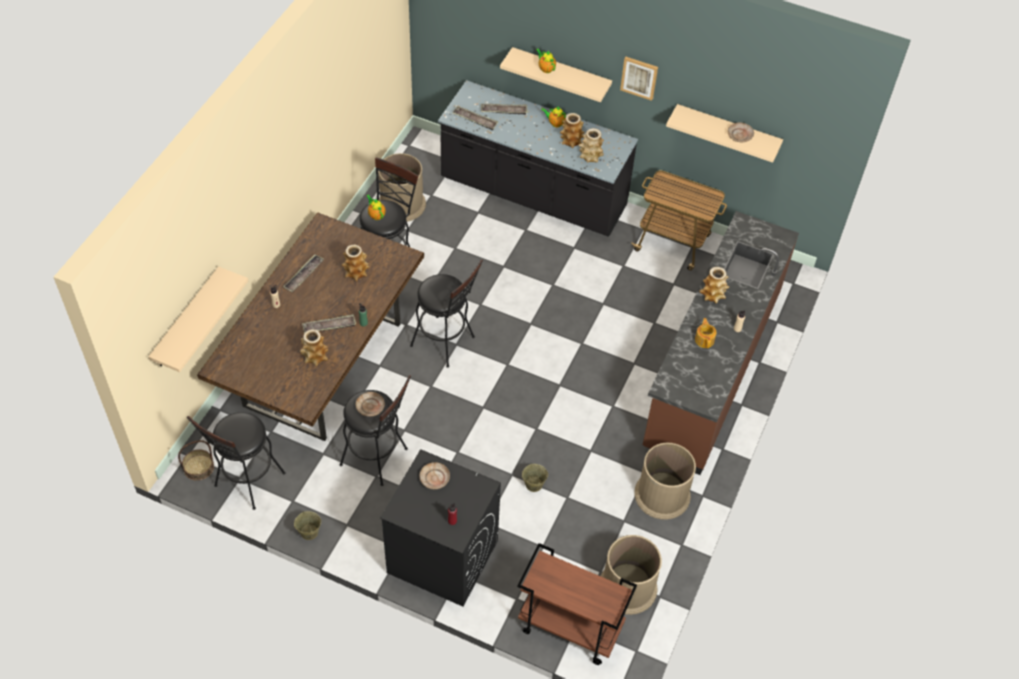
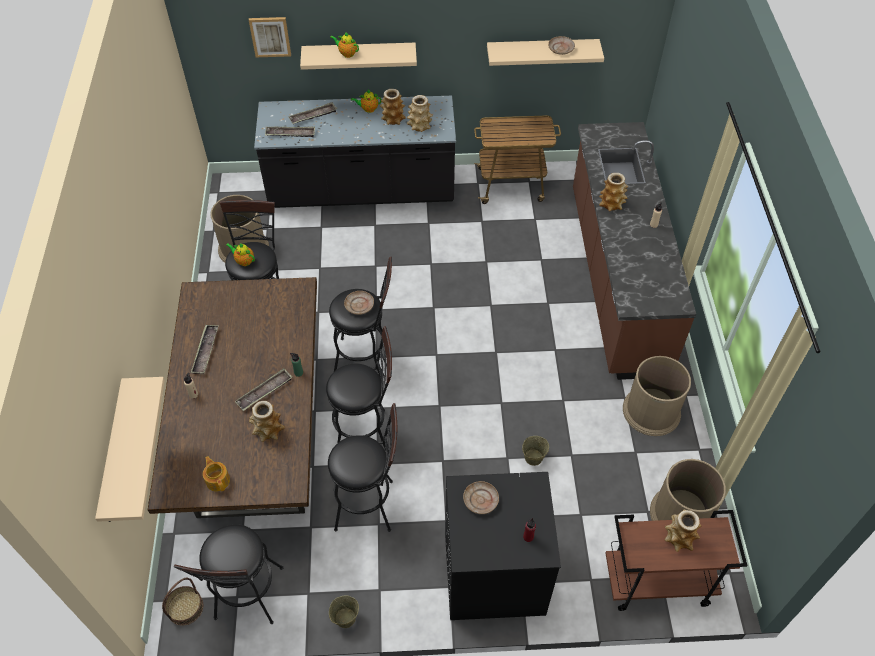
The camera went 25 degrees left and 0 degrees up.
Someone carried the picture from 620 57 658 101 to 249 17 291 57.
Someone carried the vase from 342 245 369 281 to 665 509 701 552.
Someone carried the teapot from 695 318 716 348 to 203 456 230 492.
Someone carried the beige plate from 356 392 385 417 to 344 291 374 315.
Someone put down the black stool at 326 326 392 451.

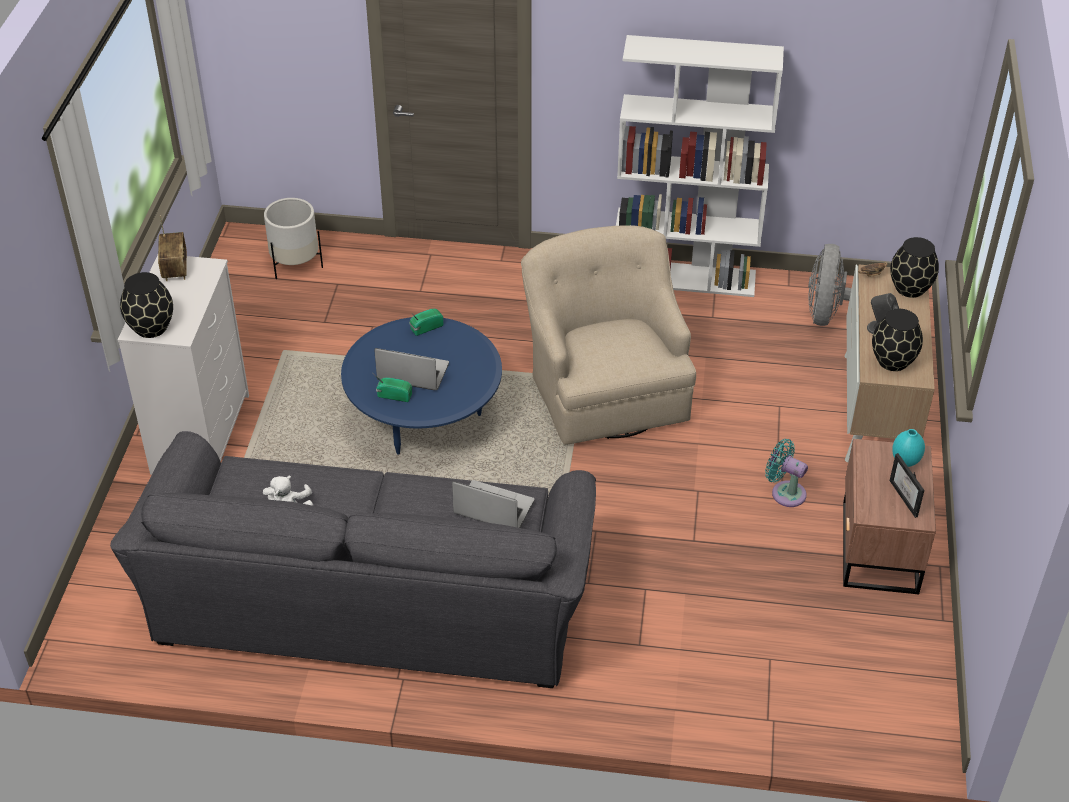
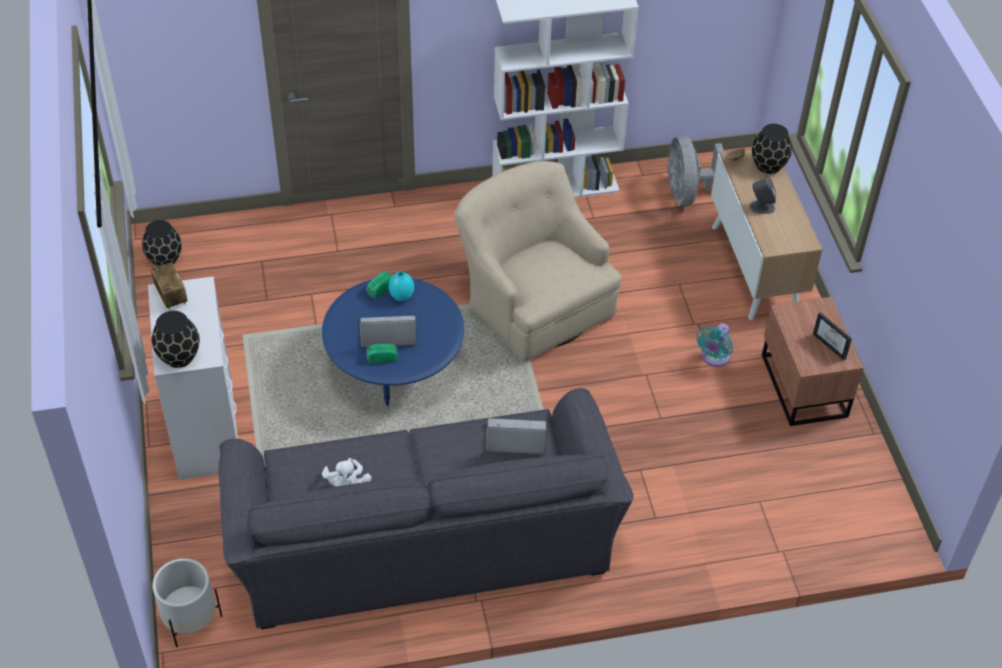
The camera went 20 degrees left and 5 degrees up.
Someone carried the white planter from 264 198 323 279 to 152 558 222 647.
Someone carried the black vase from 872 309 923 371 to 142 220 182 267.
Someone carried the turquoise vase from 892 429 925 467 to 389 271 414 301.
Someone rotated the turquoise fan at 765 439 808 507 by 75 degrees counterclockwise.

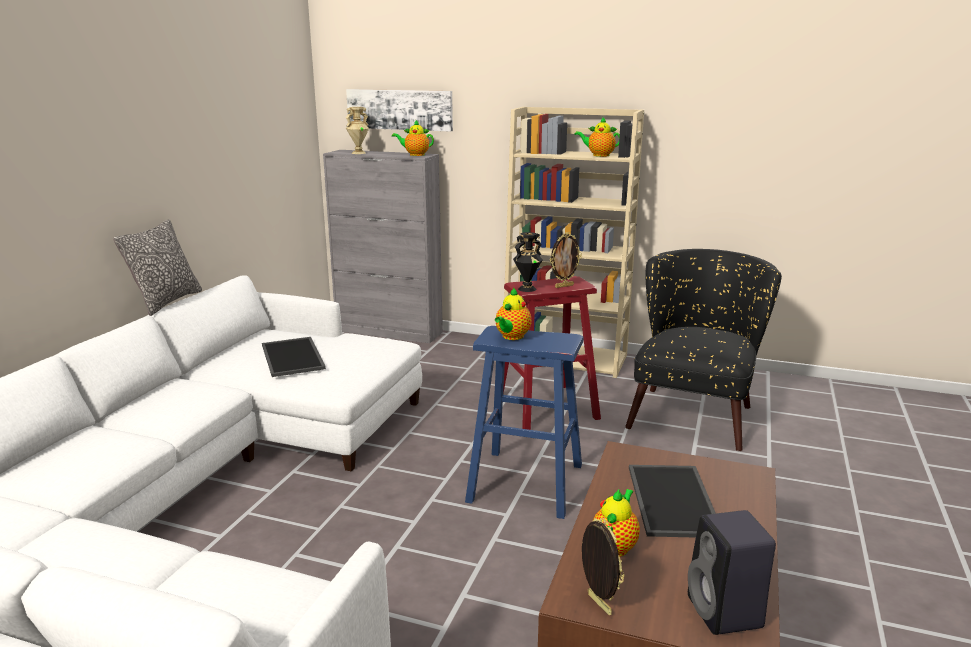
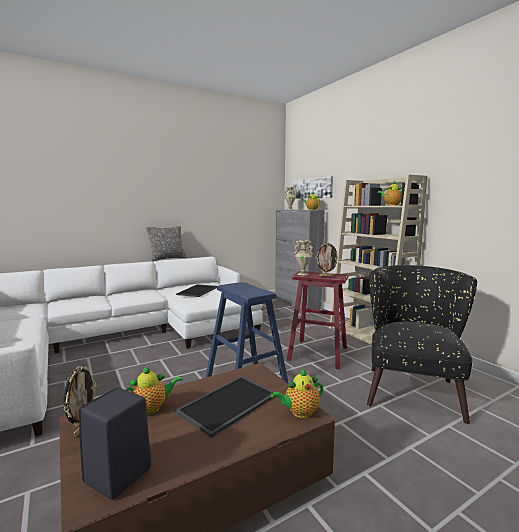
The camera went 40 degrees right and 10 degrees down.
Someone repainted the black vase at 513 232 543 292, which became the beige vase at 294 240 313 275.
Someone rotated the black armchair at 625 249 782 451 by 45 degrees counterclockwise.
Someone carried the teapot from 495 288 532 340 to 270 368 323 418.

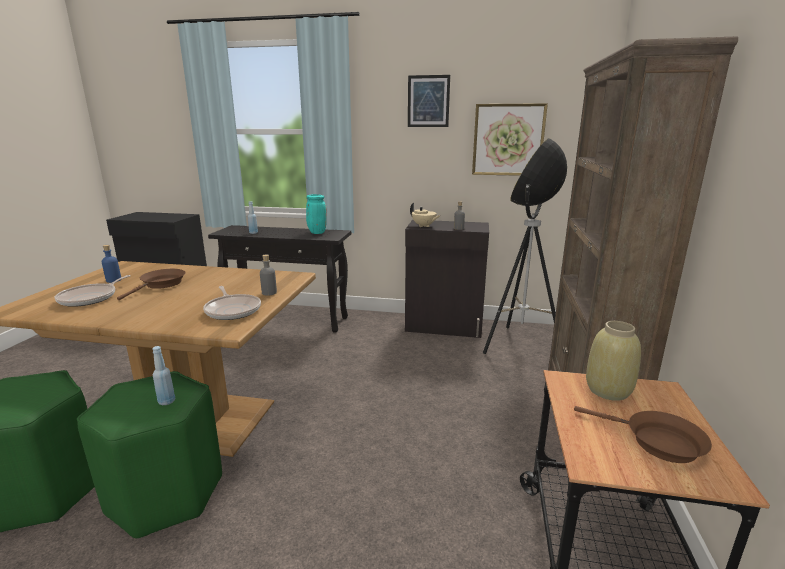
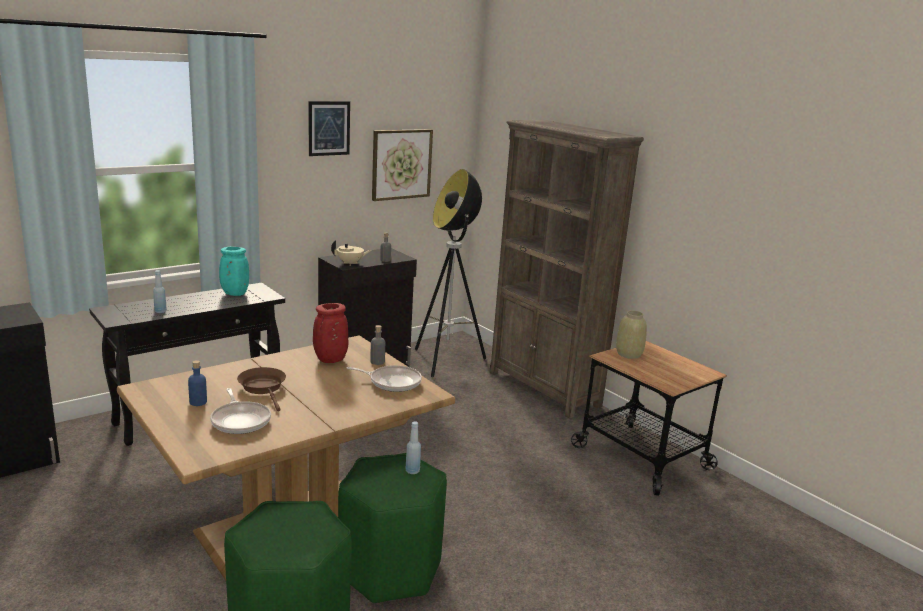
The camera went 50 degrees left and 0 degrees up.
Someone took away the brown frying pan at 574 406 712 463.
Someone put down the red vase at 313 303 348 363.

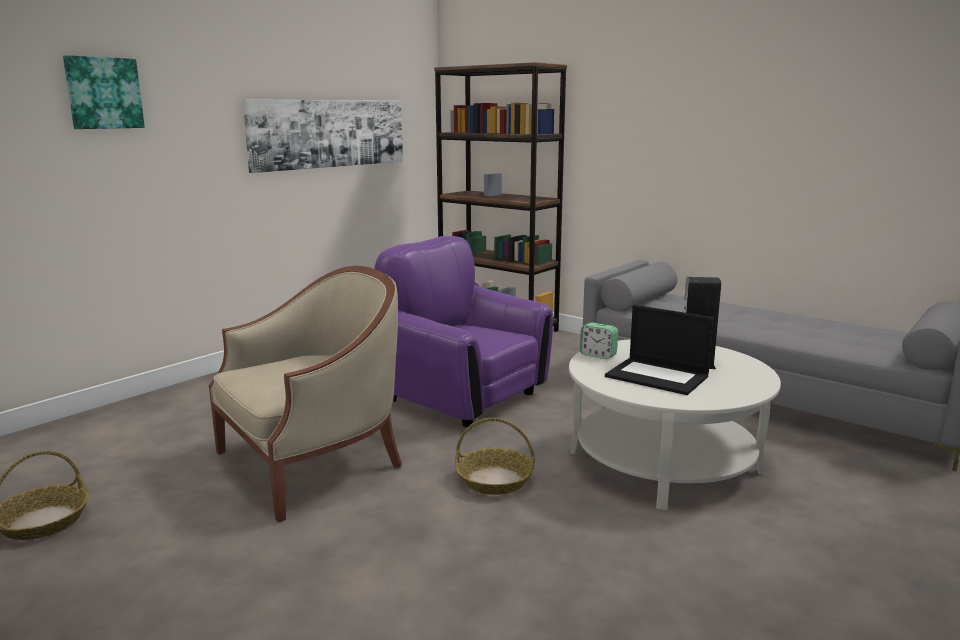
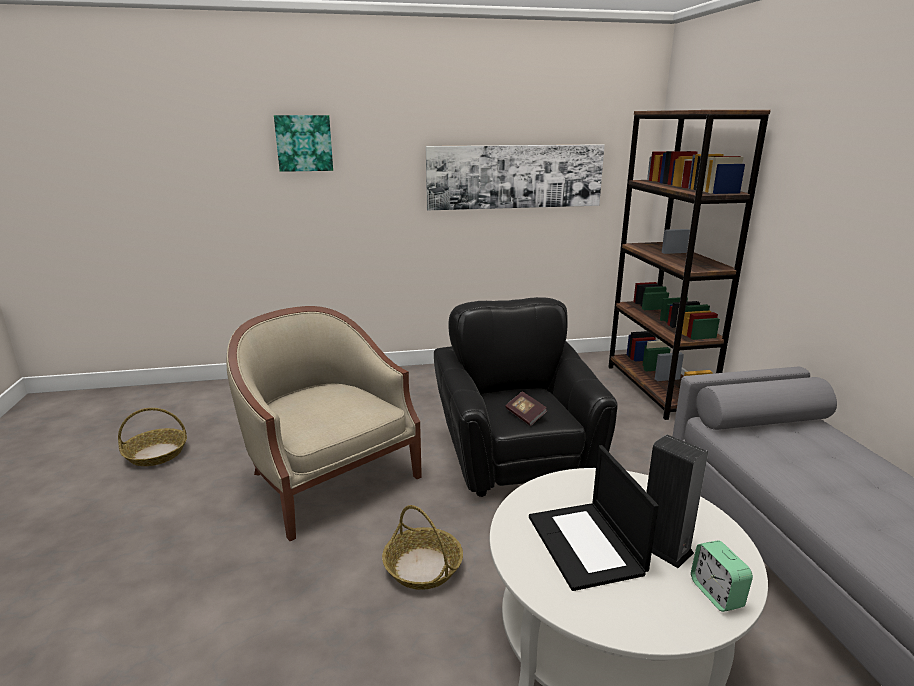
The camera went 40 degrees right and 5 degrees up.
Someone repainted the purple armchair at 374 236 553 427, which became the black armchair at 434 297 617 497.
Someone rotated the beige armchair at 209 266 402 522 by 135 degrees counterclockwise.
Someone carried the alarm clock from 580 322 618 359 to 691 540 753 612.
Someone put down the book at 505 391 547 426.

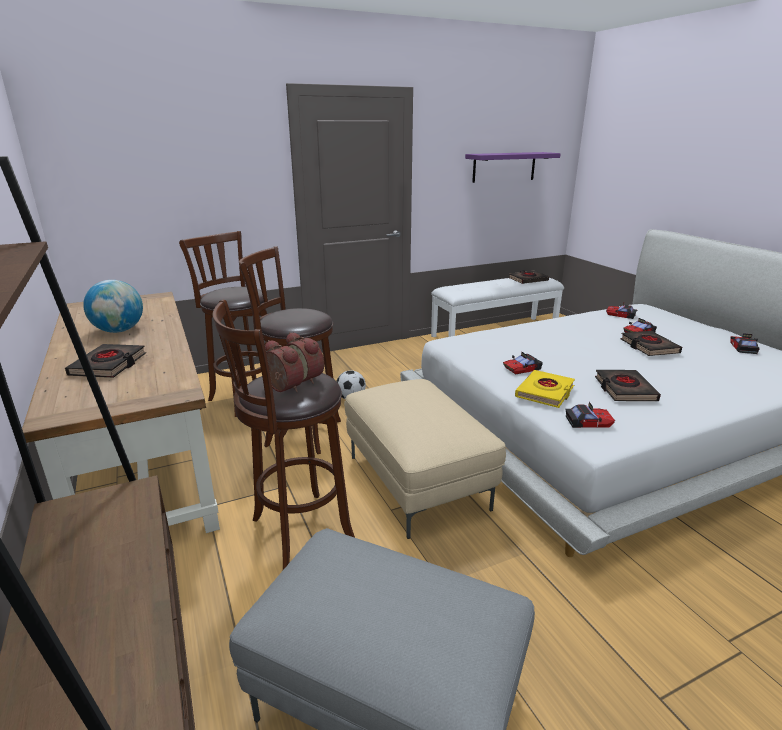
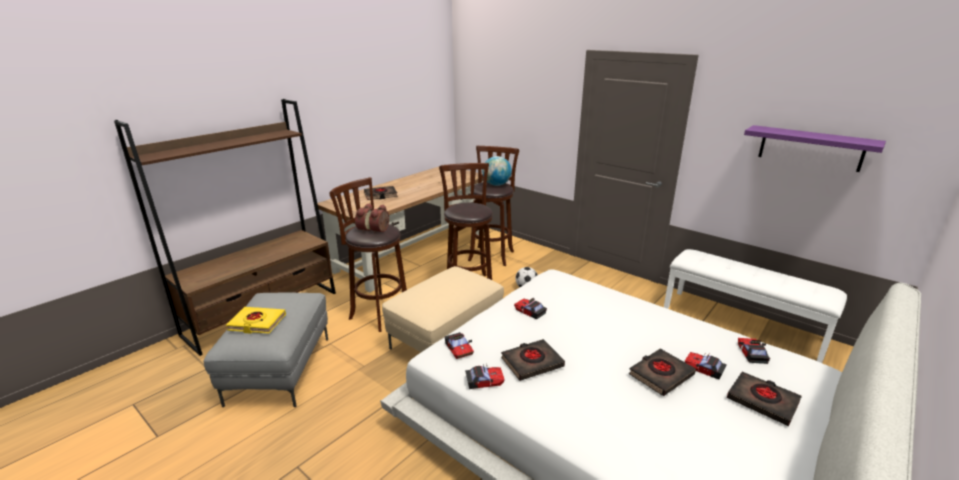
The camera went 65 degrees right and 0 degrees up.
Someone carried the black book from 508 270 549 284 to 727 372 802 426.
Someone carried the globe from 83 280 143 333 to 482 156 512 186.
Someone carried the toy car from 730 333 760 354 to 465 363 505 389.
Someone carried the yellow book from 515 370 575 408 to 226 307 286 334.

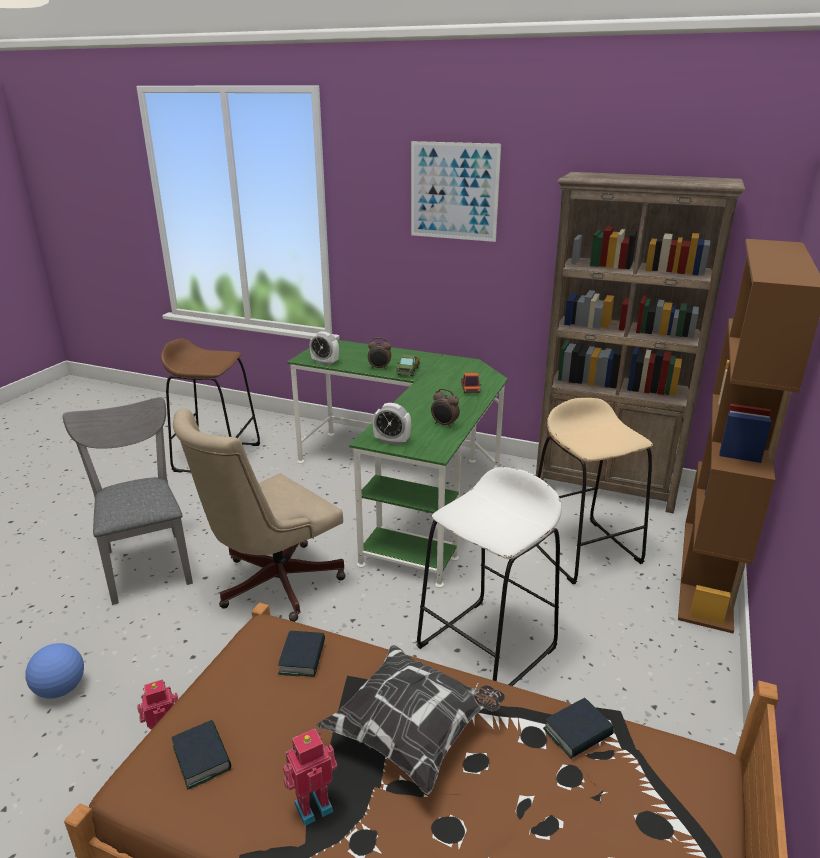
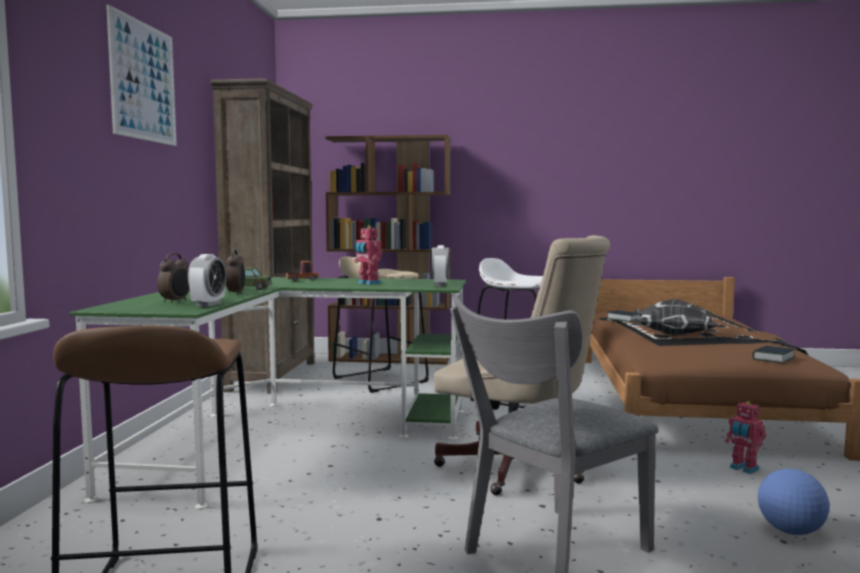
The camera went 105 degrees left and 20 degrees down.
Someone carried the alarm clock from 431 388 460 428 to 157 253 190 303.
Someone took away the book at 278 631 325 677.
Someone carried the toy robot from 283 729 337 826 to 354 225 382 285.

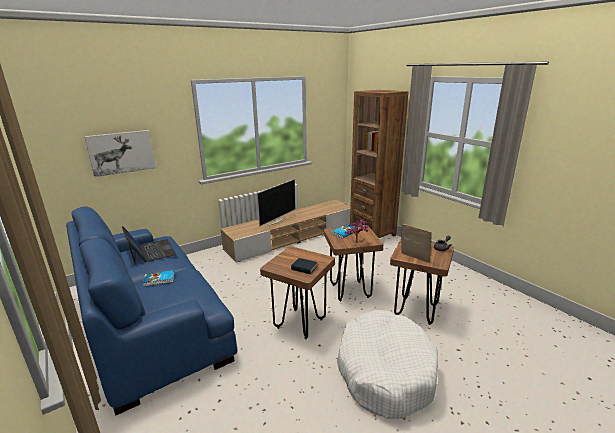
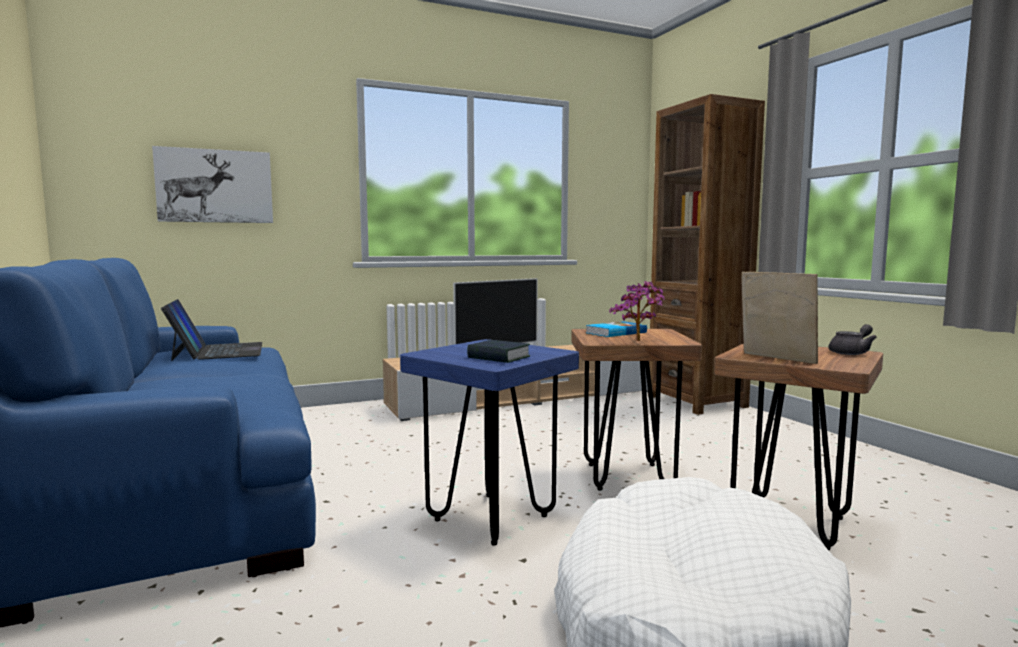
The camera went 10 degrees right and 15 degrees down.
Someone repainted the brown stool at 260 246 335 339, which became the blue stool at 400 339 579 546.
Someone took away the book at 143 270 174 287.

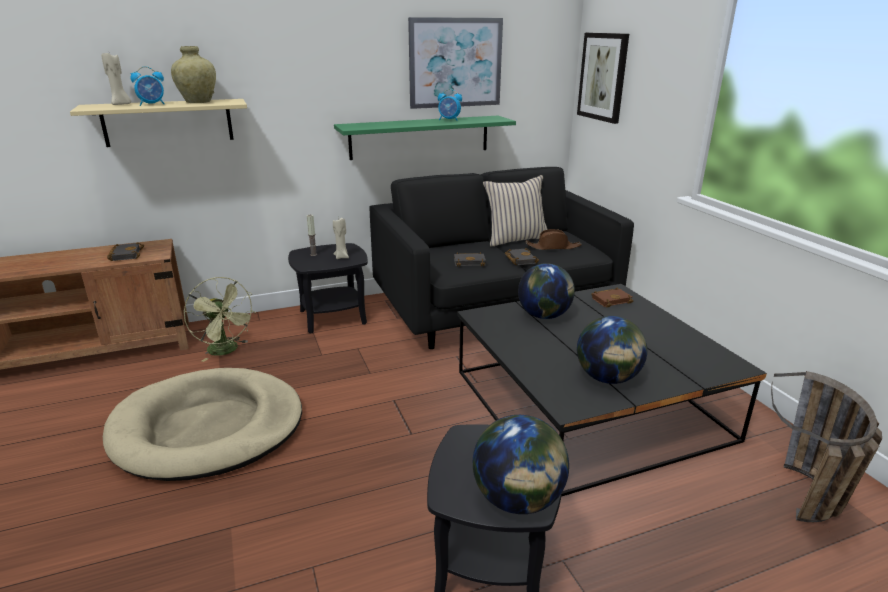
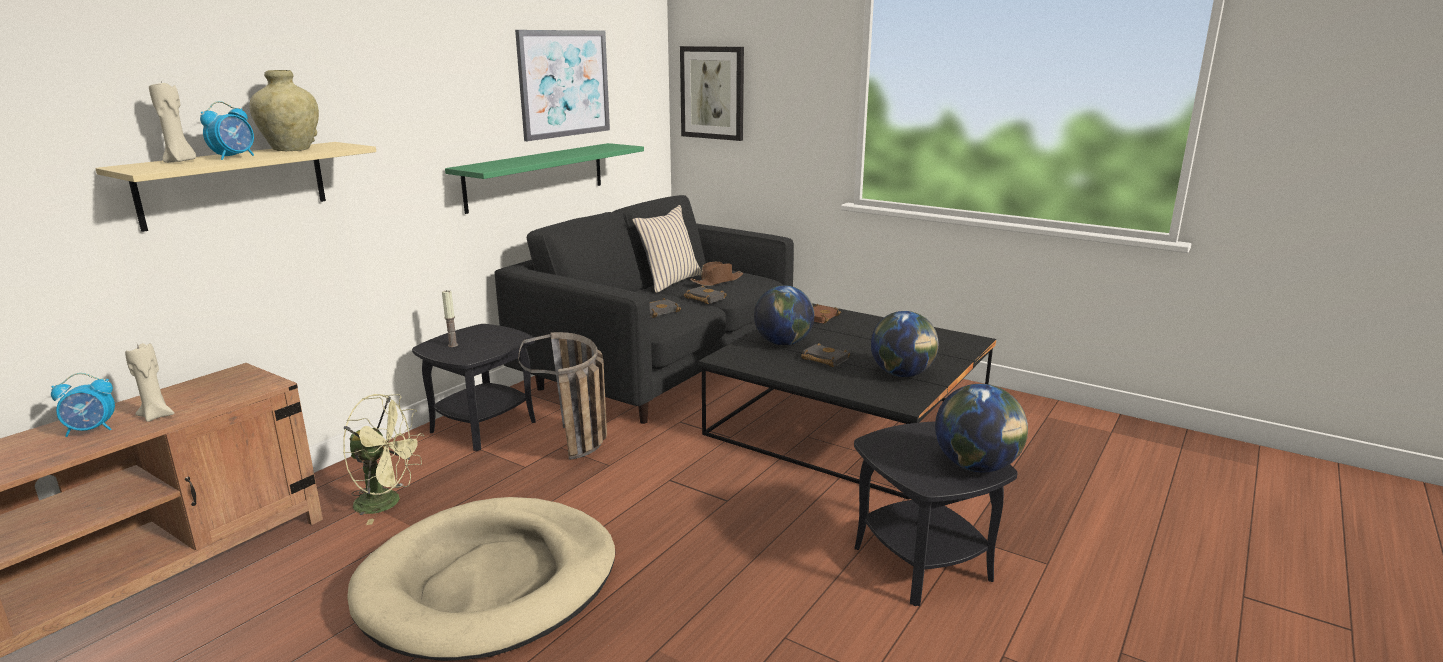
The camera went 35 degrees left and 5 degrees down.
Someone carried the alarm clock from 438 89 462 121 to 51 373 115 437.
Someone carried the beige candle from 333 218 349 259 to 125 343 174 422.
Someone carried the black book from 107 242 144 261 to 801 343 850 367.
Someone carried the basket from 771 371 882 522 to 519 332 607 460.

